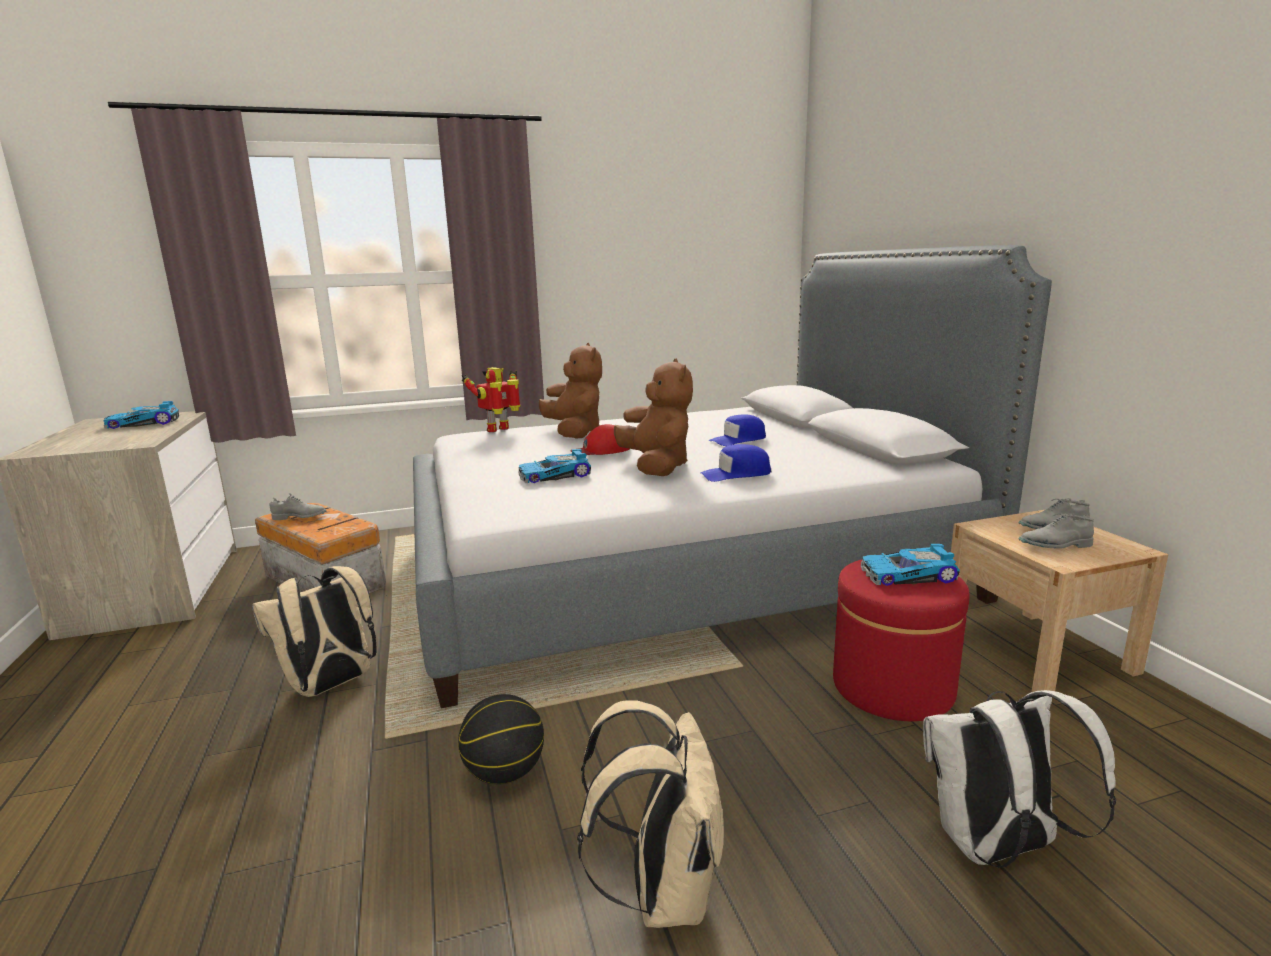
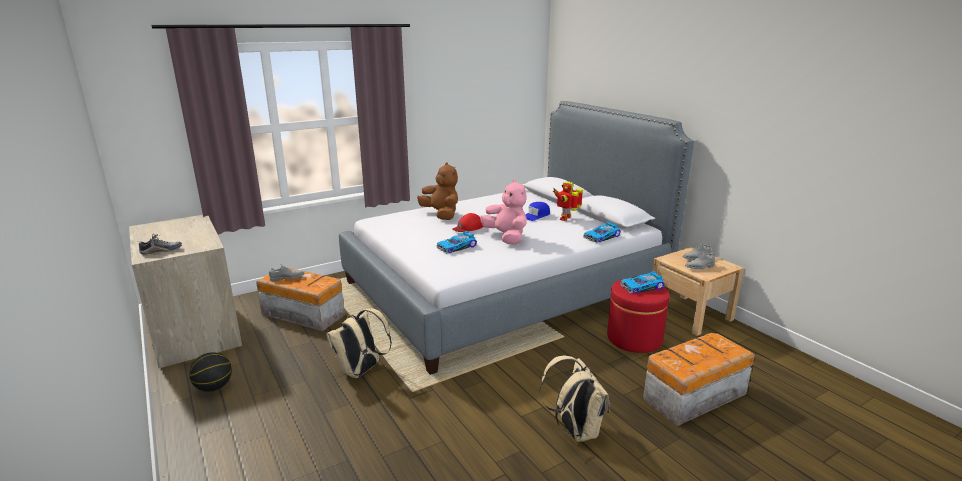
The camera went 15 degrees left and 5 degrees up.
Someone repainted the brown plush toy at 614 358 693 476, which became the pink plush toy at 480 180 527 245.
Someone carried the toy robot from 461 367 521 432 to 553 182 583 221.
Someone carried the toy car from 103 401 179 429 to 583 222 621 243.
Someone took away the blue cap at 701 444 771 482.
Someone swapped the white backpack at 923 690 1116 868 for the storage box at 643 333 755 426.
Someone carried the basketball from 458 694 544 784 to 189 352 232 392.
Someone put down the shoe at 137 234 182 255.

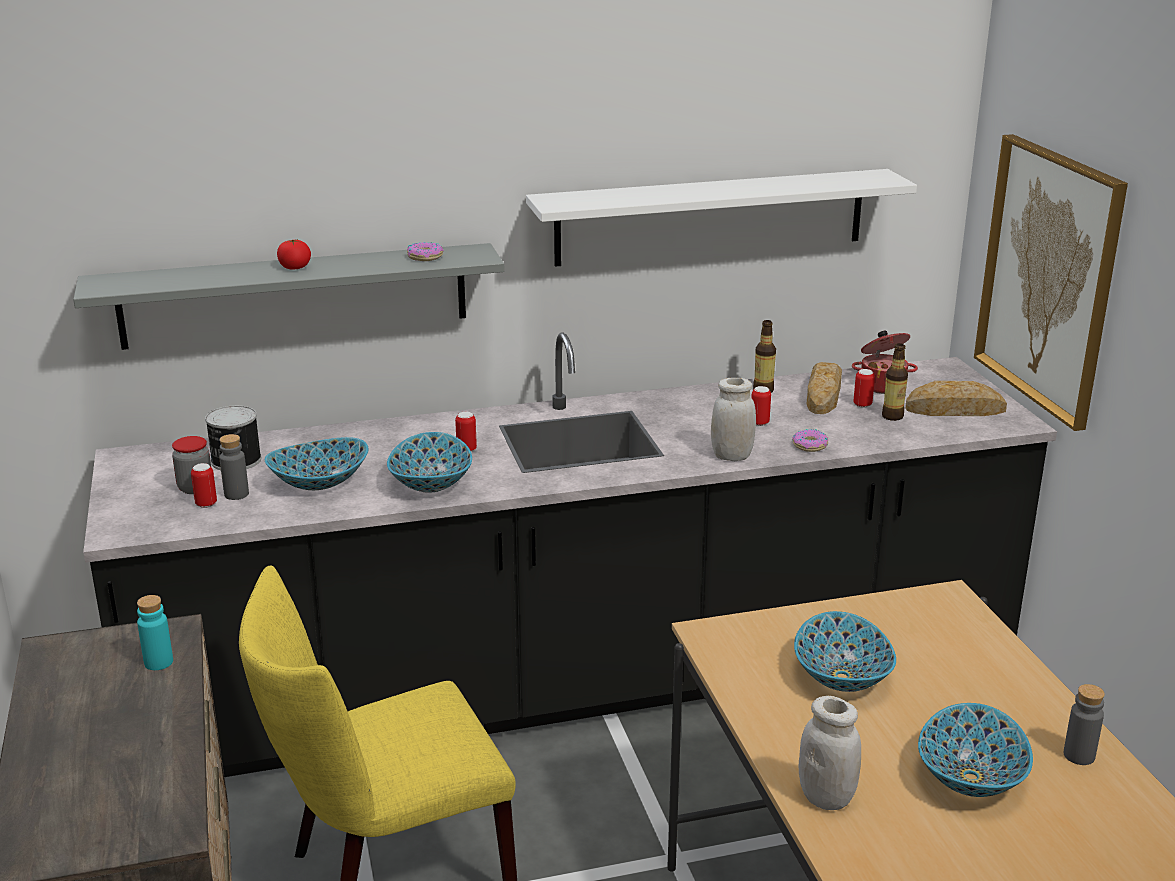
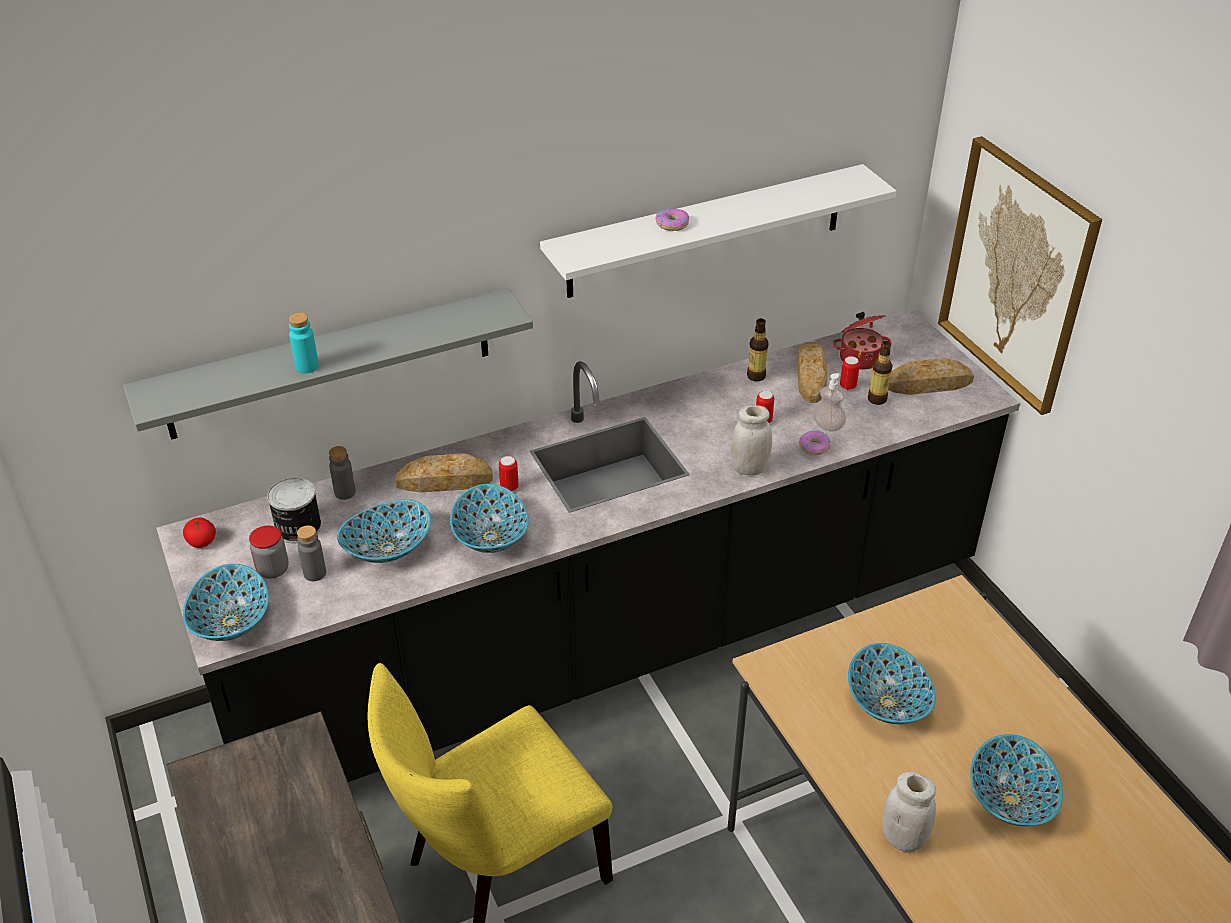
The camera went 10 degrees left and 15 degrees up.
Someone carried the tomato from 277 239 311 270 to 183 517 216 548.
Someone carried the donut from 407 242 444 261 to 656 208 689 231.
Someone took away the can at 191 463 217 508.
Someone carried the turquoise bottle from 137 595 173 670 to 288 312 319 374.
Someone carried the grey bottle from 1064 684 1105 765 to 329 446 356 500.
Someone put down the soap dispenser at 813 373 846 432.
Someone put down the bread at 396 453 493 493.
Someone put down the bowl at 183 564 269 641.

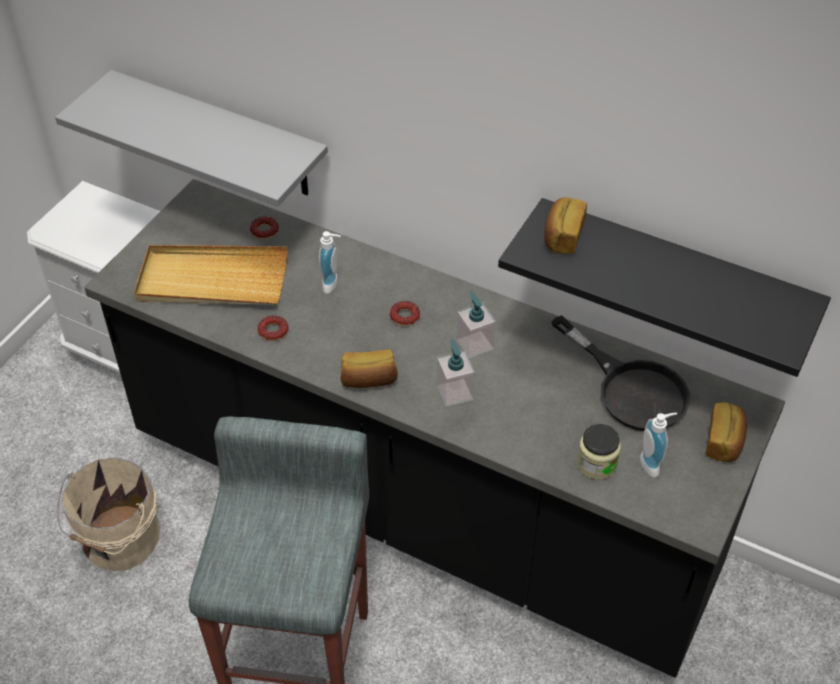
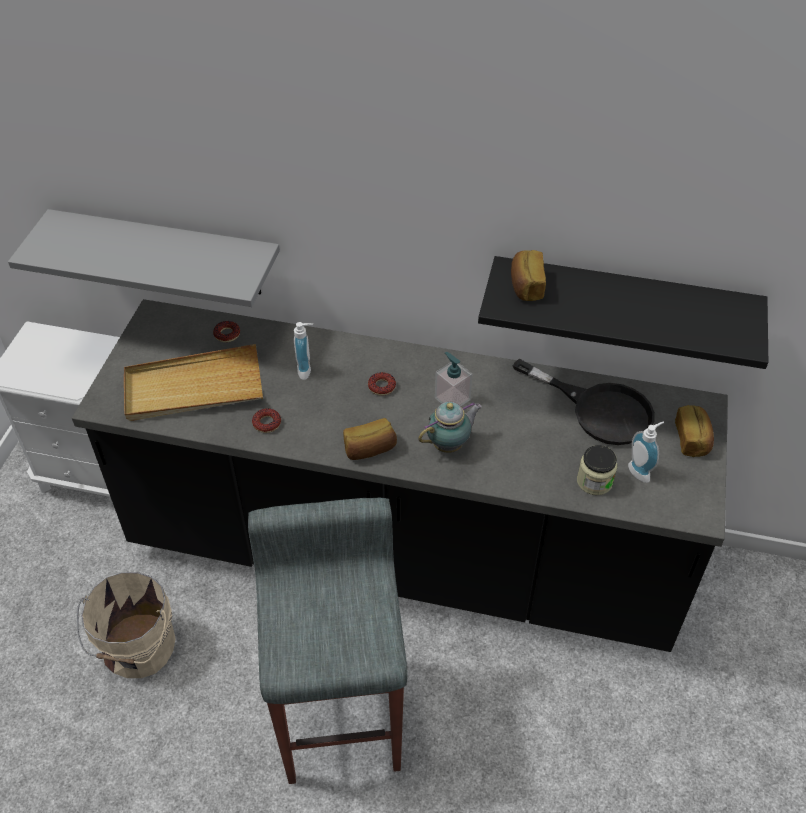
The camera went 15 degrees left and 0 degrees up.
Someone swapped the soap dispenser at 437 339 475 407 for the teapot at 418 402 482 453.

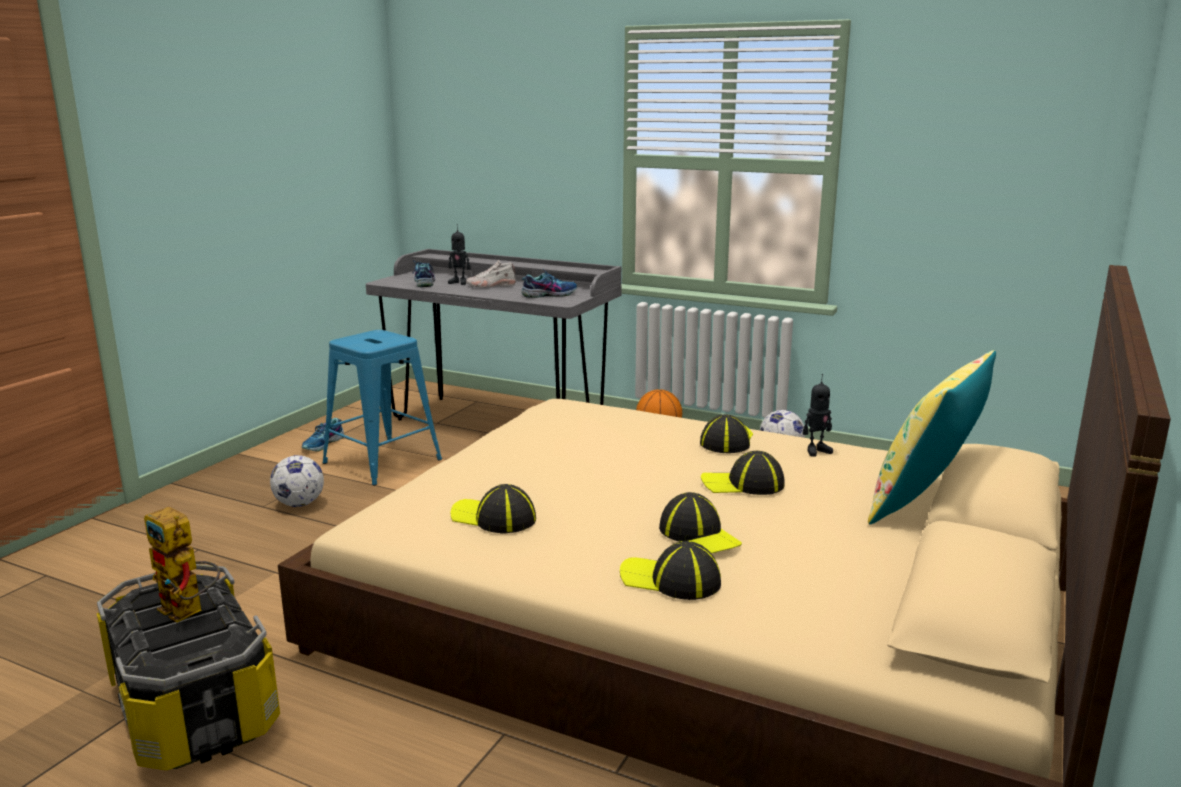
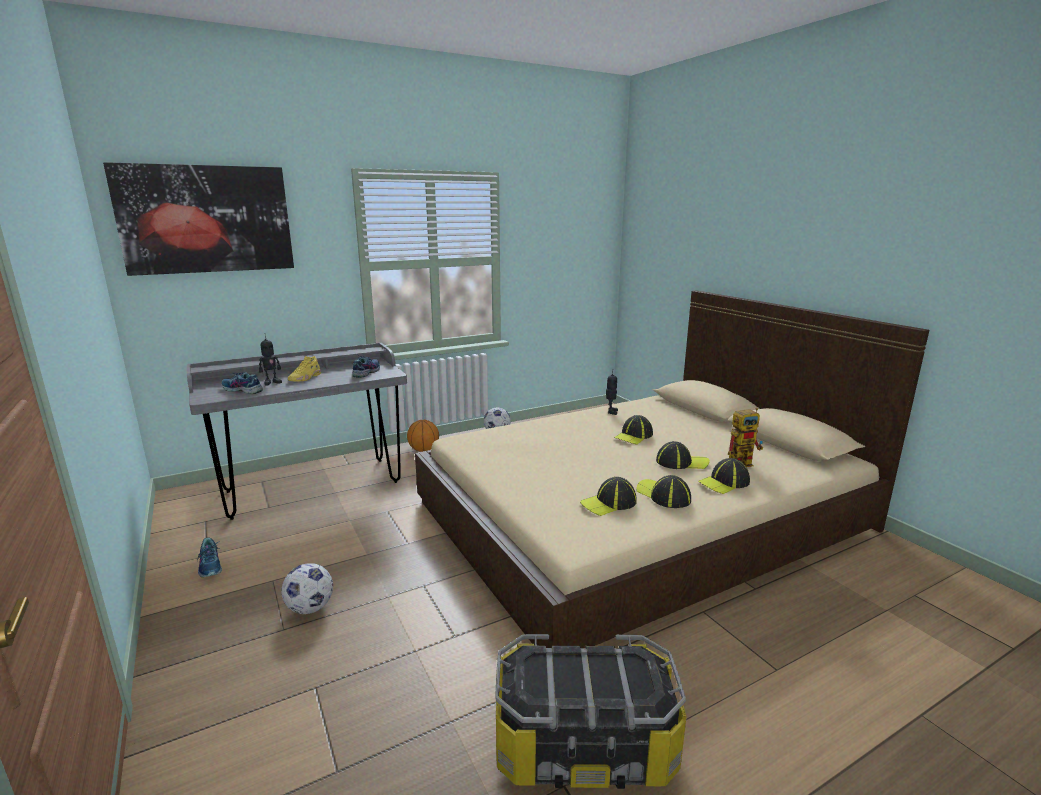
The camera went 55 degrees left and 0 degrees up.
Someone repainted the white shoe at 466 260 516 288, which became the yellow shoe at 288 356 321 382.
Someone took away the blue stool at 322 330 442 485.
Someone took away the yellow pillow at 868 350 996 524.
Someone carried the cap from 700 414 753 453 to 636 475 691 508.
Someone carried the toy robot from 144 507 220 623 to 728 408 763 467.
Someone put up the picture at 103 162 294 276.

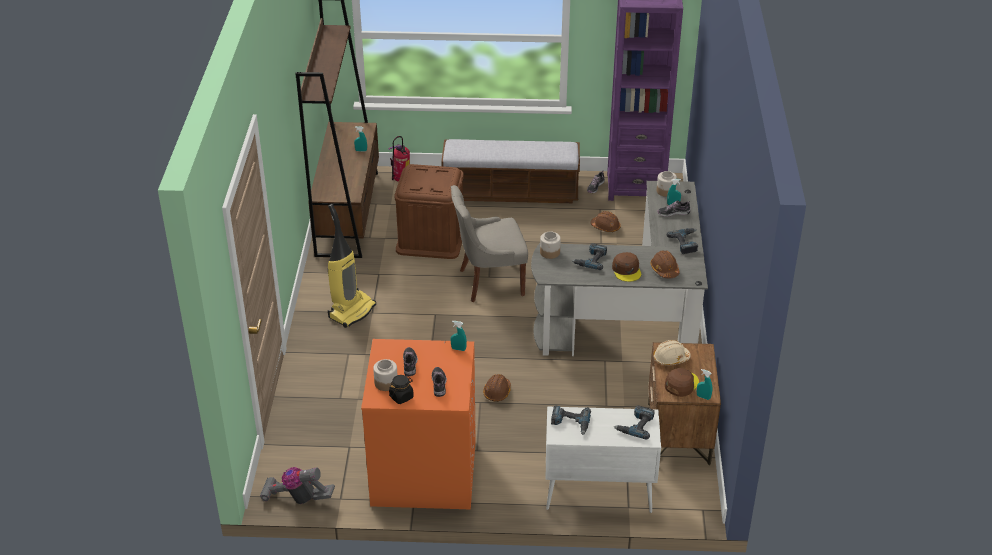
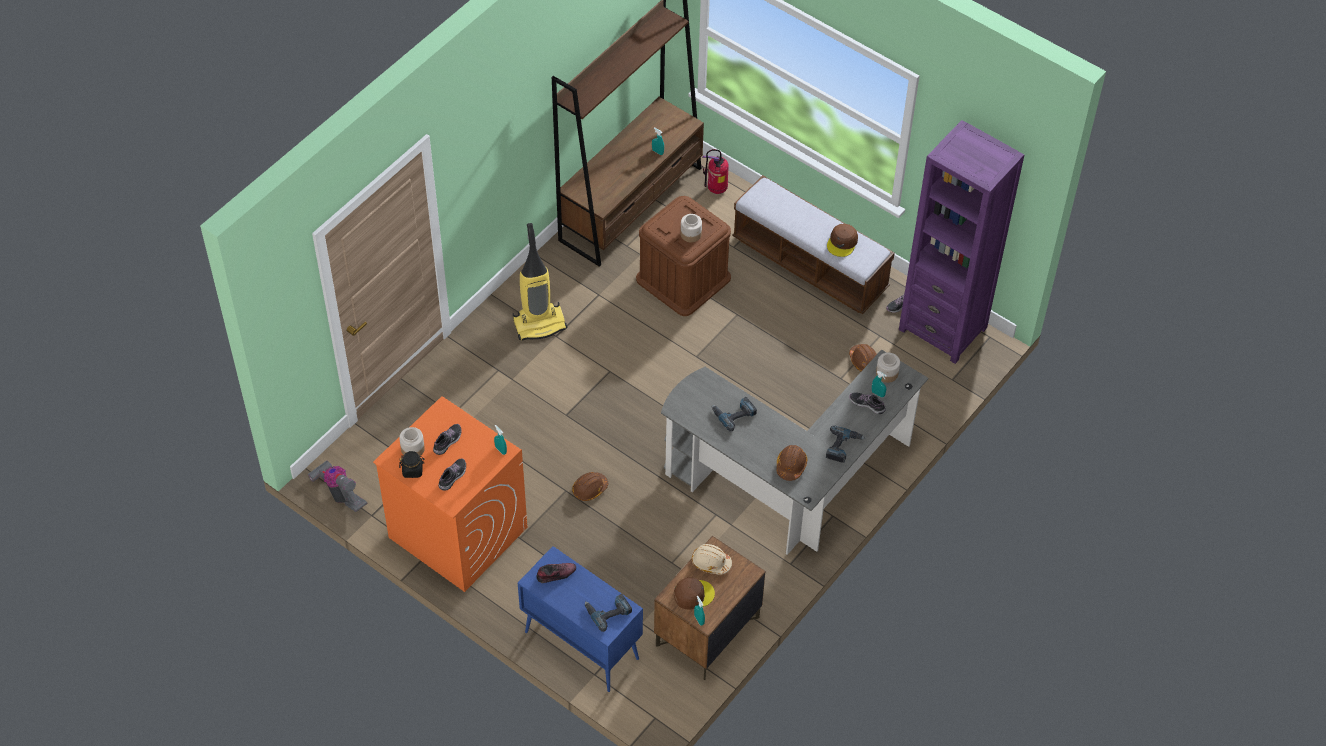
The camera went 35 degrees right and 15 degrees up.
Someone took away the grey chair at 451 185 528 302.
Someone carried the jar from 540 231 561 259 to 681 214 702 242.
Someone carried the brown cap from 612 252 641 282 to 827 224 858 257.
Someone swapped the power drill at 551 406 591 435 for the shoe at 536 563 576 583.
Someone repainted the white cabinet at 546 407 661 513, which became the blue cabinet at 518 546 643 692.

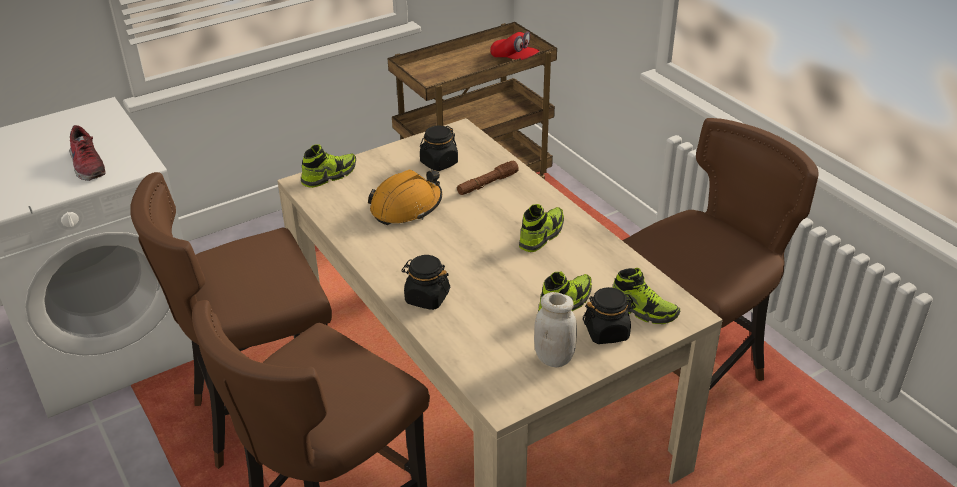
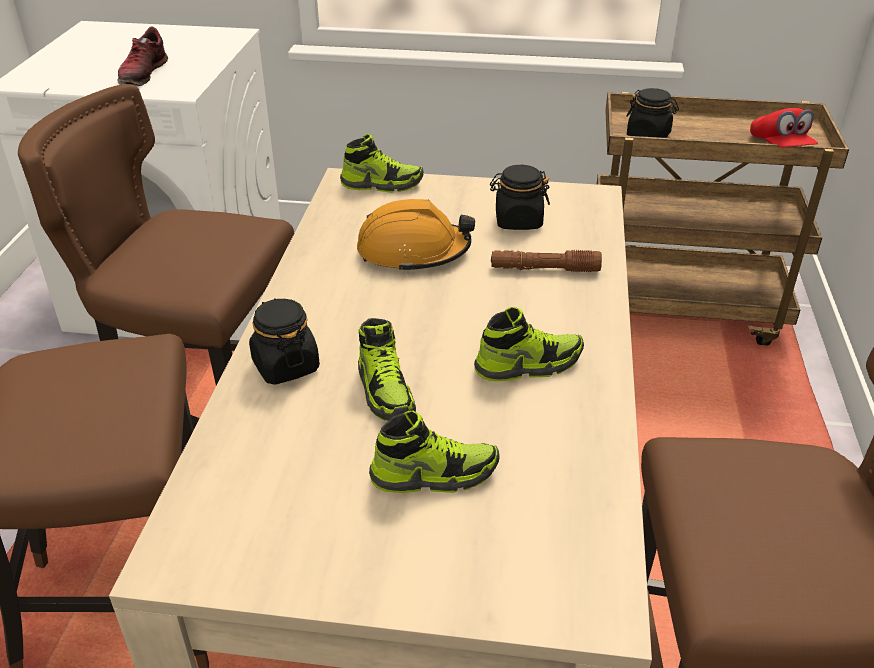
The camera went 40 degrees right and 0 degrees up.
Someone carried the shoe from 613 268 680 324 to 358 318 416 421.
Someone carried the black jar from 583 287 636 344 to 626 88 679 138.
Someone took away the white jar at 534 292 577 368.

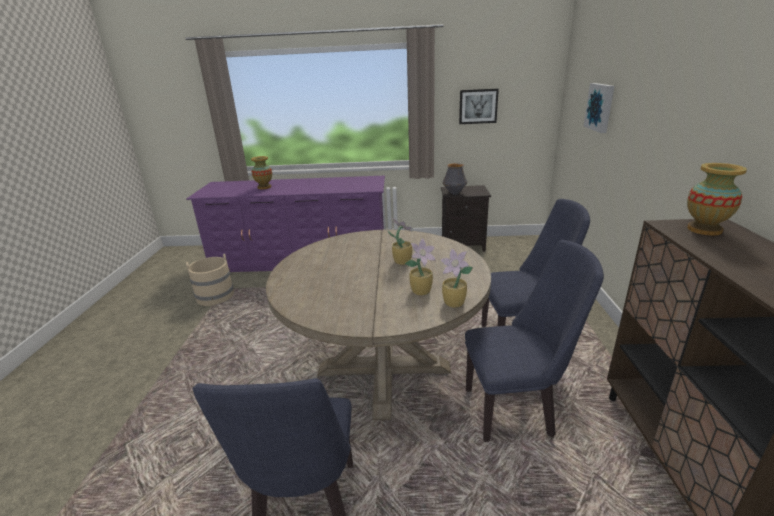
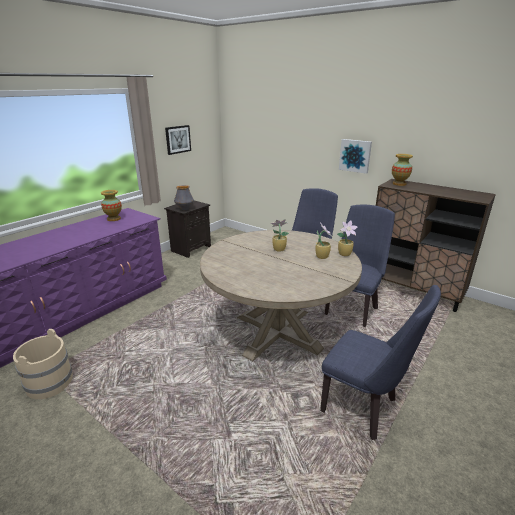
The camera went 55 degrees left and 0 degrees up.
Someone carried the picture from 584 83 614 133 to 339 139 372 174.
Someone carried the vase from 251 156 272 189 to 101 190 122 221.

